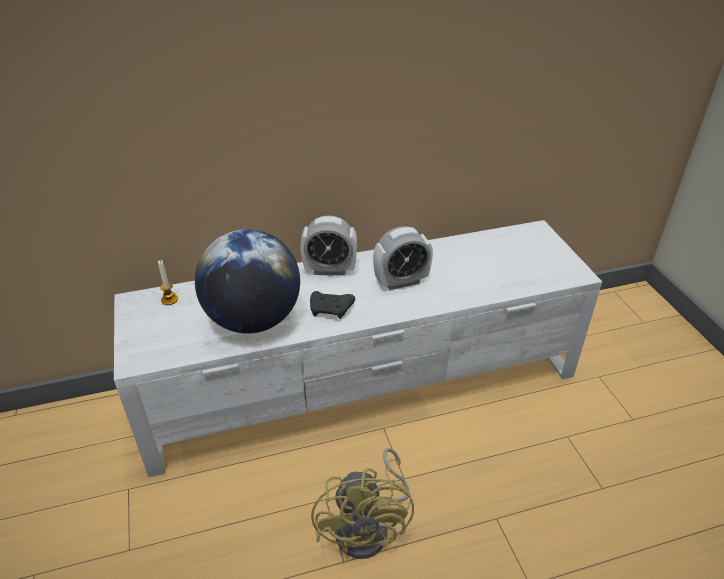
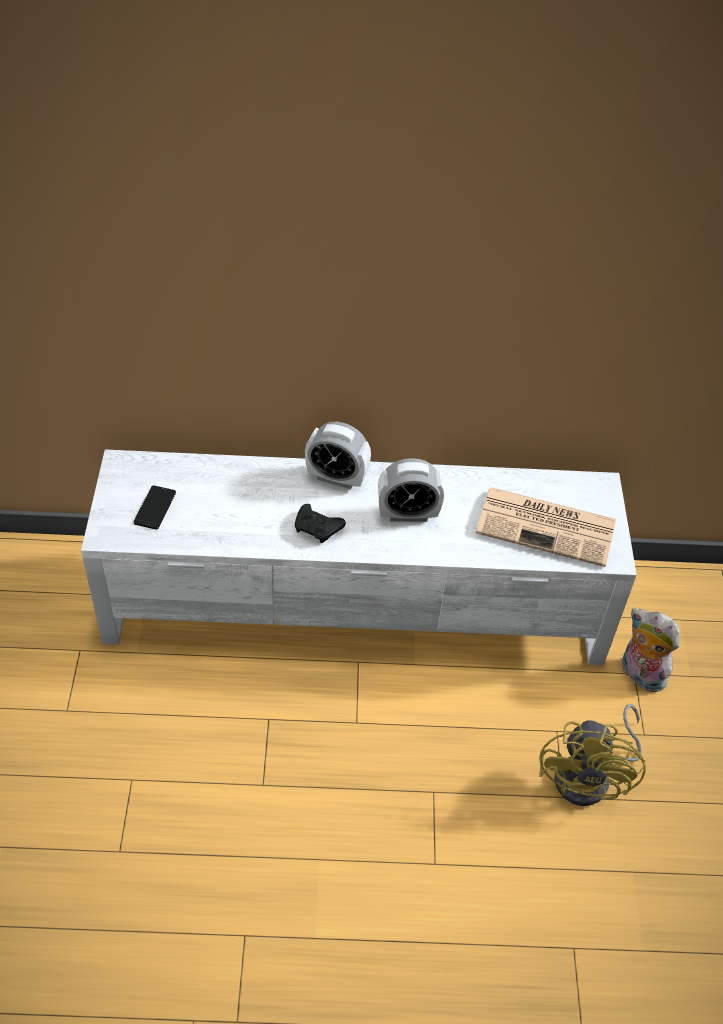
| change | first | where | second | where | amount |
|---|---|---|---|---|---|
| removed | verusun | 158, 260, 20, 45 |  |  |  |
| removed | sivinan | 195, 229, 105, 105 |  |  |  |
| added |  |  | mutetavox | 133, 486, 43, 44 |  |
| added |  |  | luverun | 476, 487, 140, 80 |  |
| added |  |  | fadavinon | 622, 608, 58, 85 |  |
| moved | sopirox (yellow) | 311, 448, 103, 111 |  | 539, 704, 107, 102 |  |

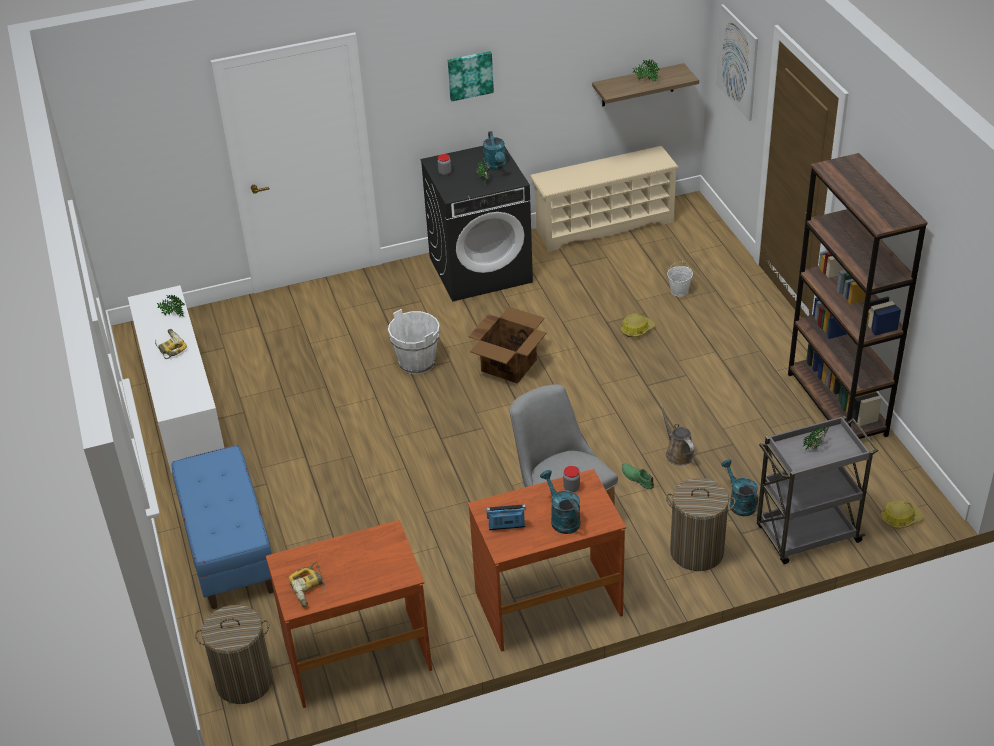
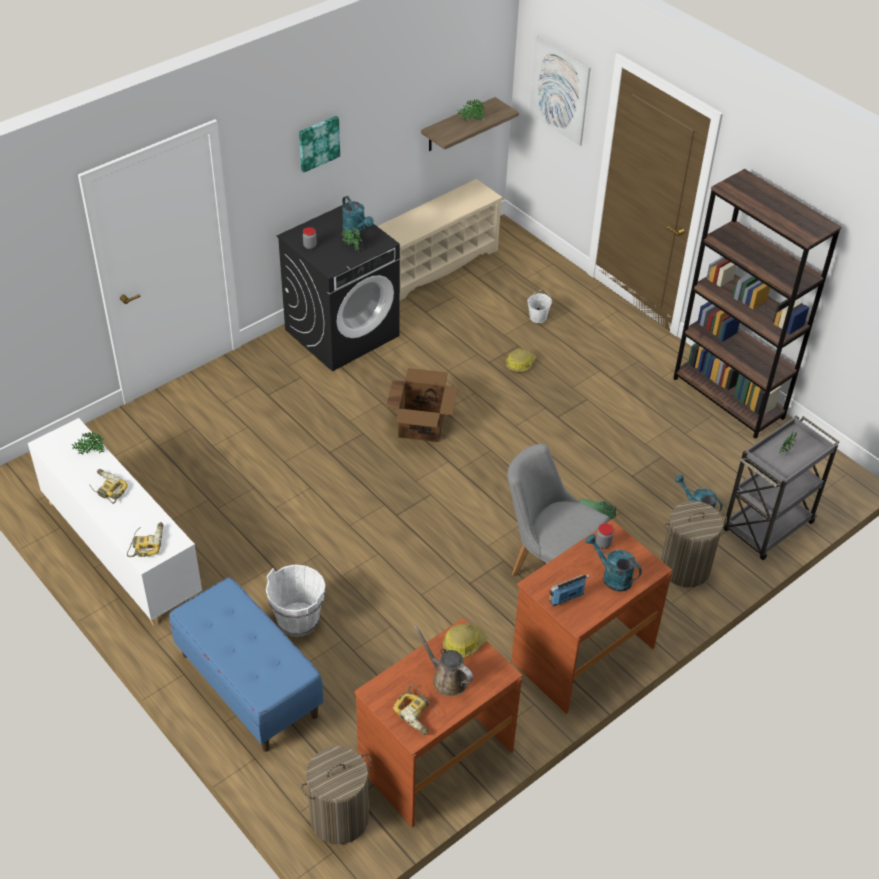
| change | first | where | second | where | amount |
|---|---|---|---|---|---|
| added |  |  | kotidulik | 127, 522, 37, 35 |  |
| moved | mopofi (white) | 388, 309, 52, 65 |  | 266, 565, 59, 71 |  |
| moved | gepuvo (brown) | 660, 404, 35, 61 |  | 414, 625, 60, 71 |  |
| moved | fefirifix | 881, 500, 42, 29 |  | 443, 624, 45, 34 |  |

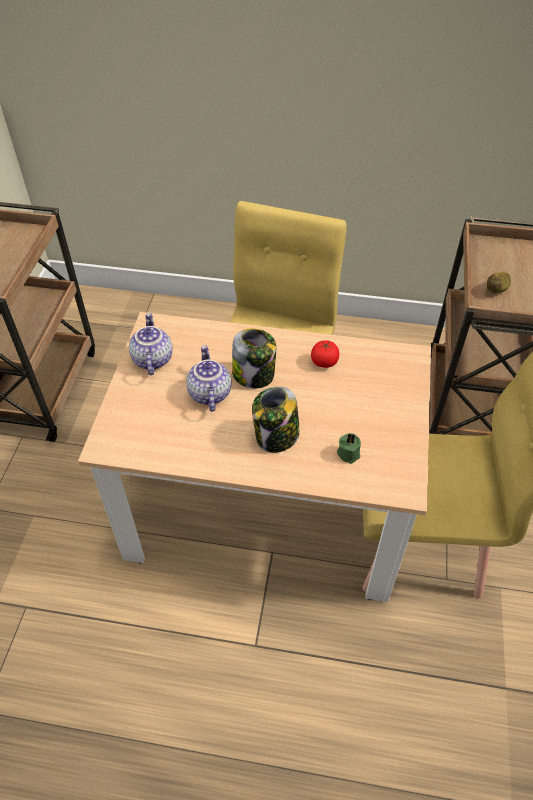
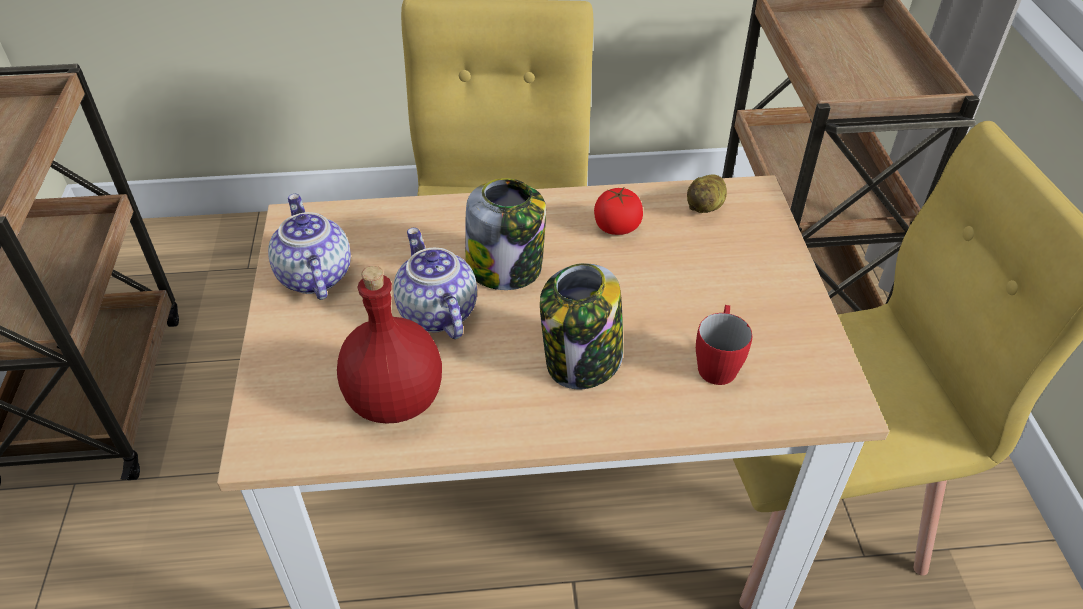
| change | first | where | second | where | amount |
|---|---|---|---|---|---|
| added |  |  | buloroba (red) | 337, 266, 105, 157 |  |
| moved | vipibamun | 487, 272, 24, 21 |  | 687, 174, 40, 39 |  |
| replaced | verusun (green) | 337, 433, 24, 31 | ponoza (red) | 696, 305, 56, 80 |  |

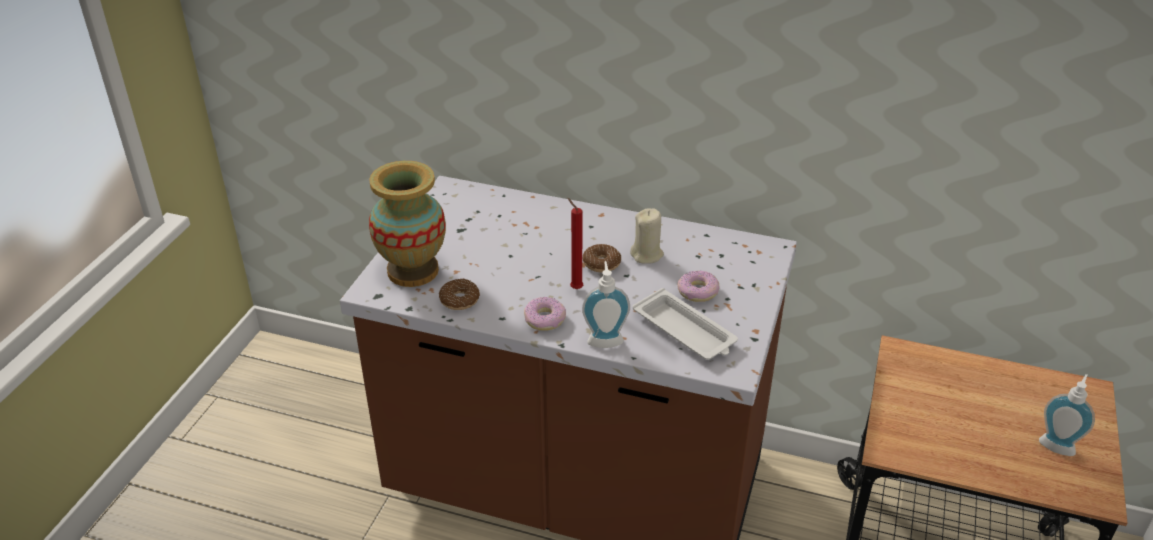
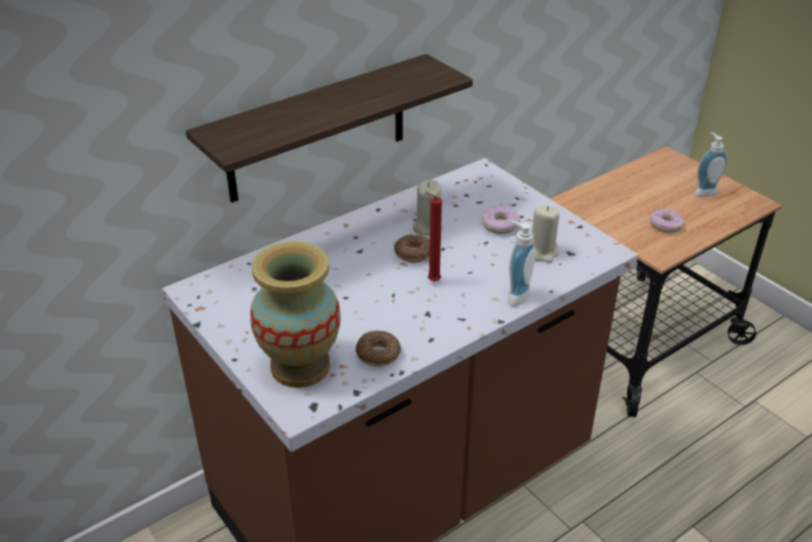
| change | first | where | second | where | amount |
|---|---|---|---|---|---|
| added |  |  | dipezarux | 186, 54, 287, 149 |  |
| moved | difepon | 524, 297, 42, 34 |  | 650, 209, 34, 24 |  |
| replaced | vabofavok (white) | 633, 288, 105, 72 | verusun (beige) | 532, 205, 28, 58 |  |

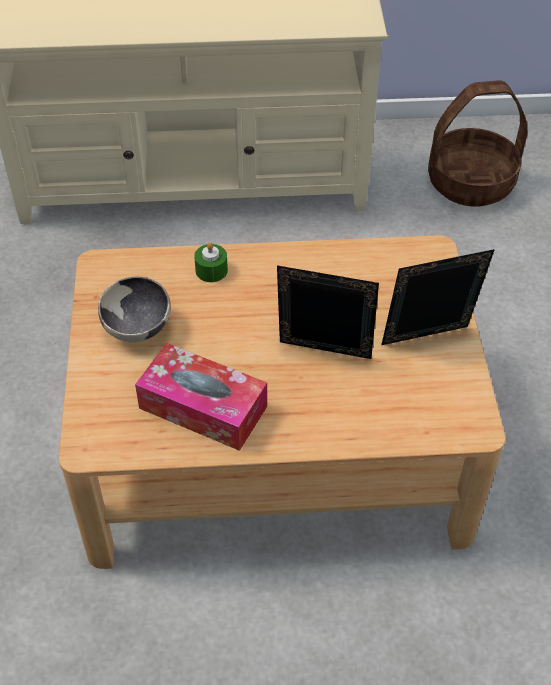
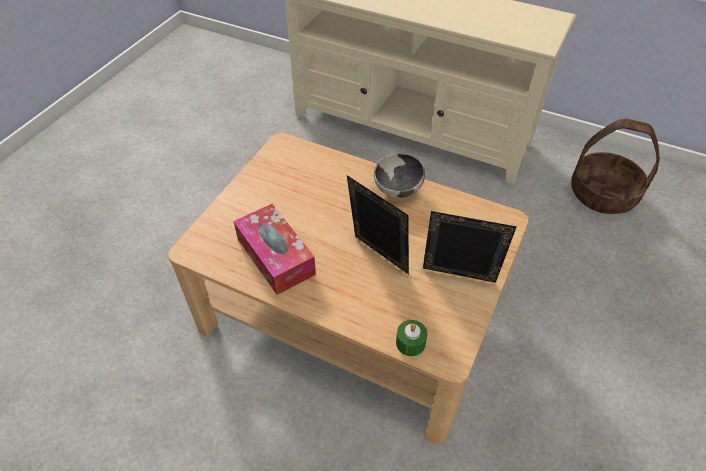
| change | first | where | second | where | amount |
|---|---|---|---|---|---|
| moved | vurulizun | 98, 277, 73, 65 |  | 374, 153, 51, 45 |  |
| moved | verusun (green) | 194, 242, 34, 40 |  | 396, 320, 31, 36 |  |

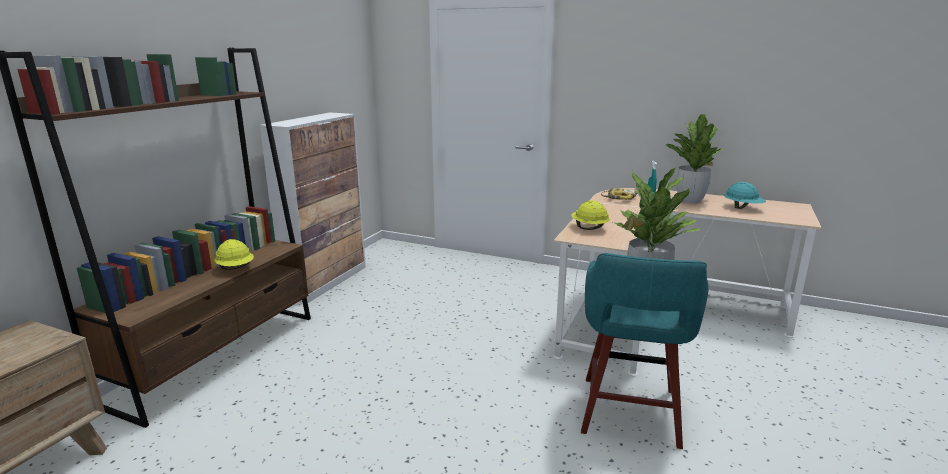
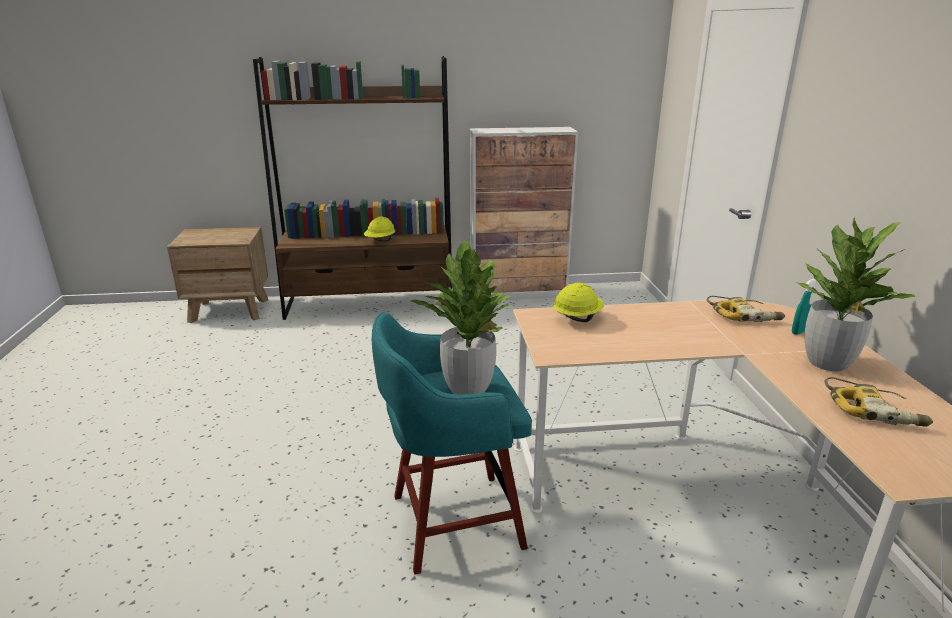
| change | first | where | second | where | amount |
|---|---|---|---|---|---|
| replaced | fefirifix (turquoise) | 724, 182, 42, 27 | kotidulik | 824, 377, 109, 50 |  |

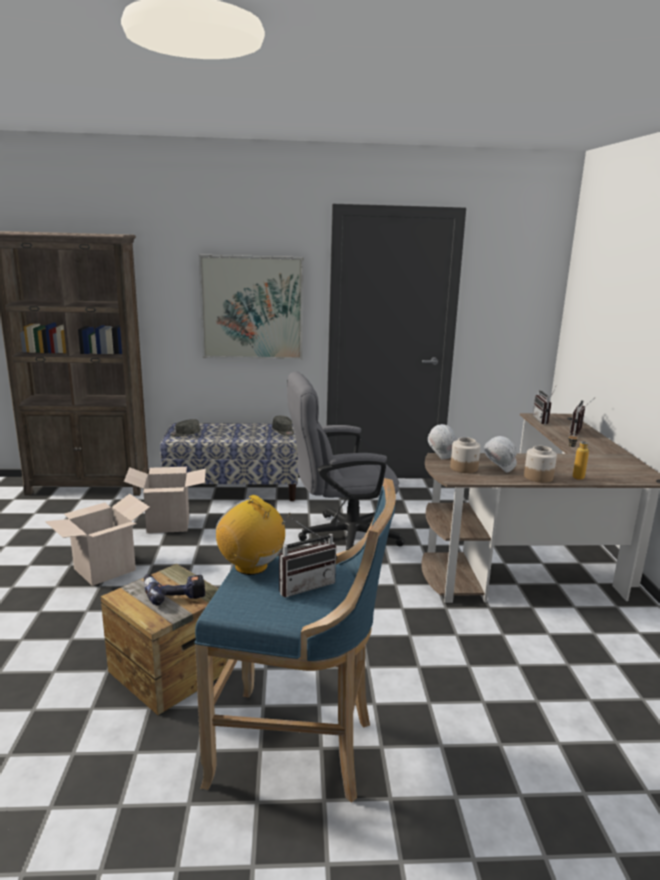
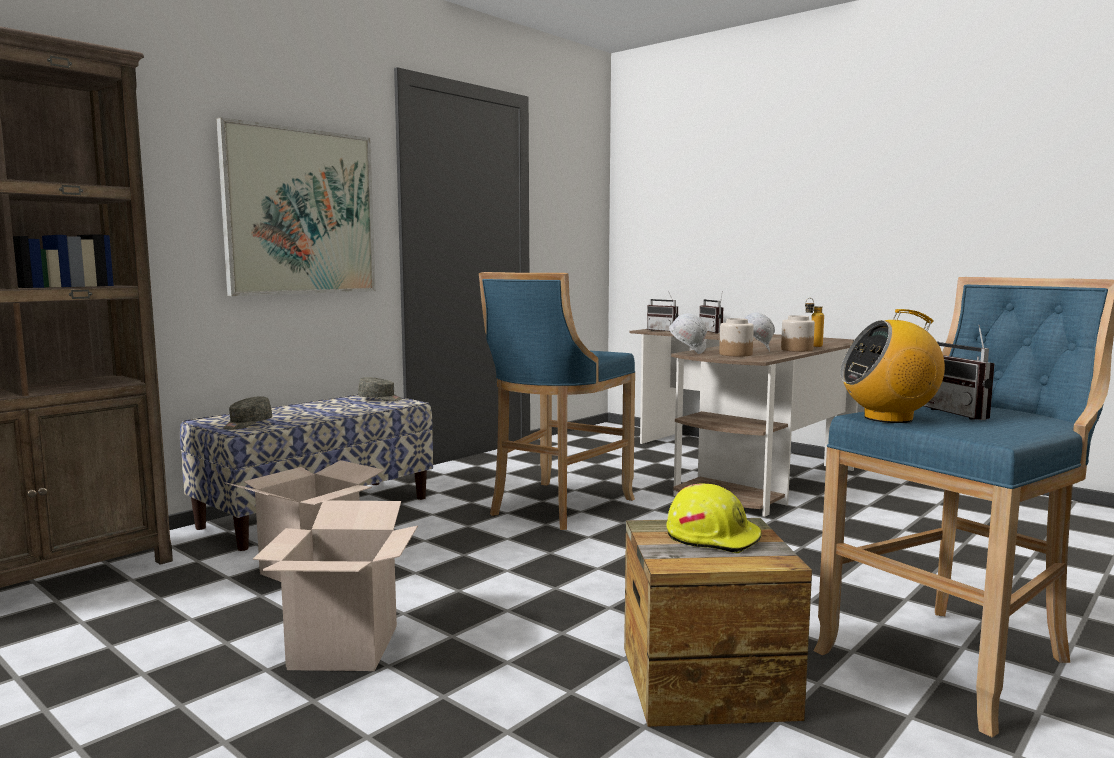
| change | first | where | second | where | amount |
|---|---|---|---|---|---|
| replaced | kotidulik | 144, 574, 61, 32 | fefirifix (yellow) | 666, 484, 96, 69 |  |
| replaced | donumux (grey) | 287, 372, 118, 178 | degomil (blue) | 479, 272, 156, 258 |  |
| turned | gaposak | 279, 519, 58, 78 |  | 924, 325, 71, 95 | 150 degrees clockwise |

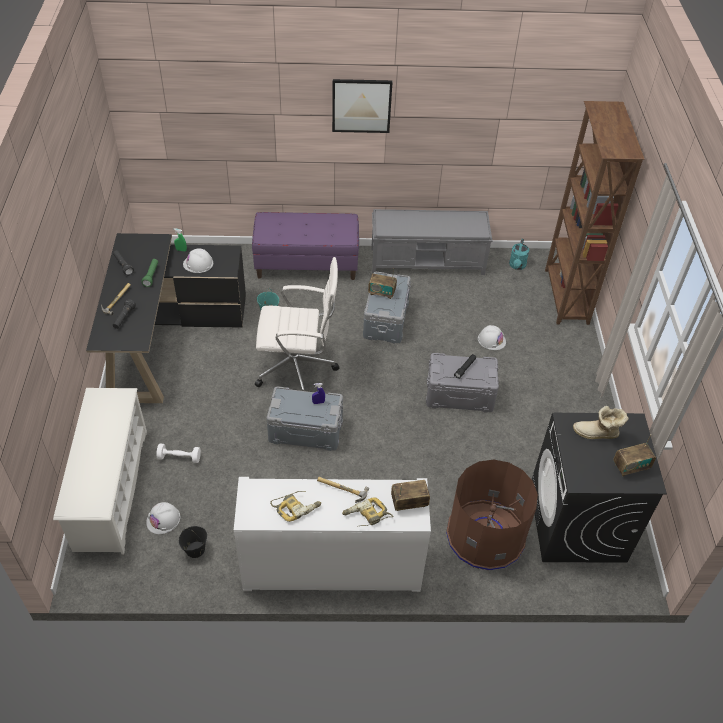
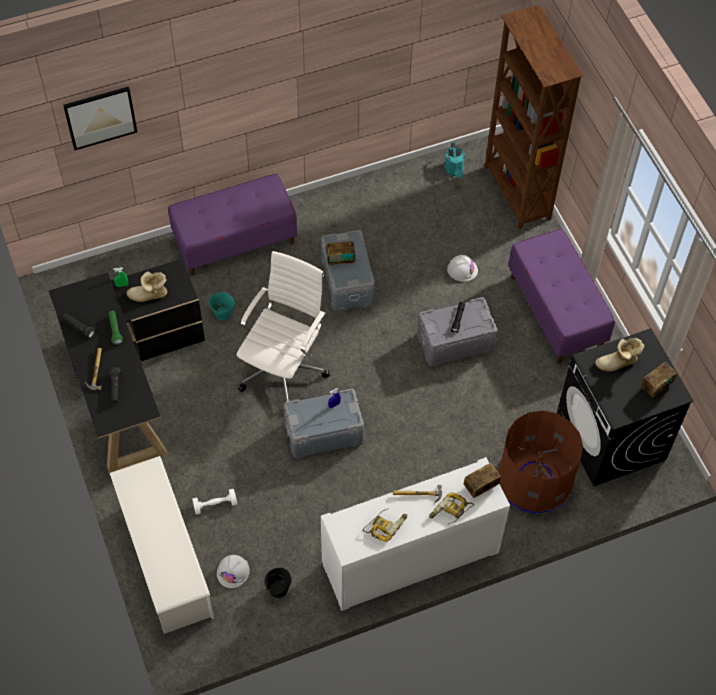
| change | first | where | second | where | amount |
|---|---|---|---|---|---|
| removed | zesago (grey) | 371, 209, 121, 66 |  |  |  |
| added |  |  | zesago (purple) | 508, 229, 107, 135 |  |
| moved | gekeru | 332, 79, 60, 54 |  | 63, 86, 74, 64 |  |
| replaced | fefirifix (white) | 183, 248, 30, 25 | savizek | 127, 272, 40, 30 |  |
| turned | donumux (white) | 255, 257, 85, 134 |  | 236, 251, 94, 151 | 45 degrees counterclockwise |

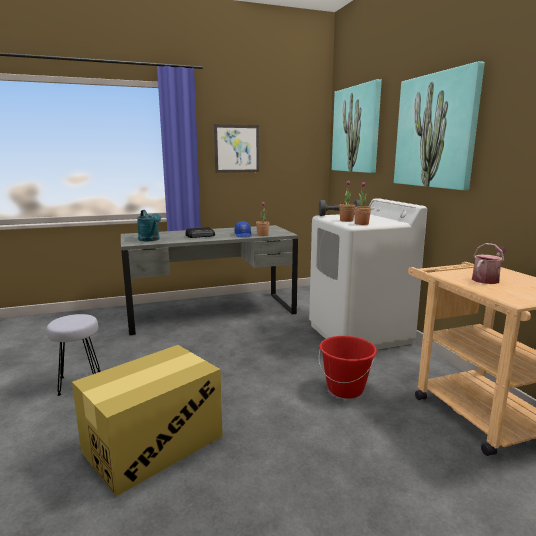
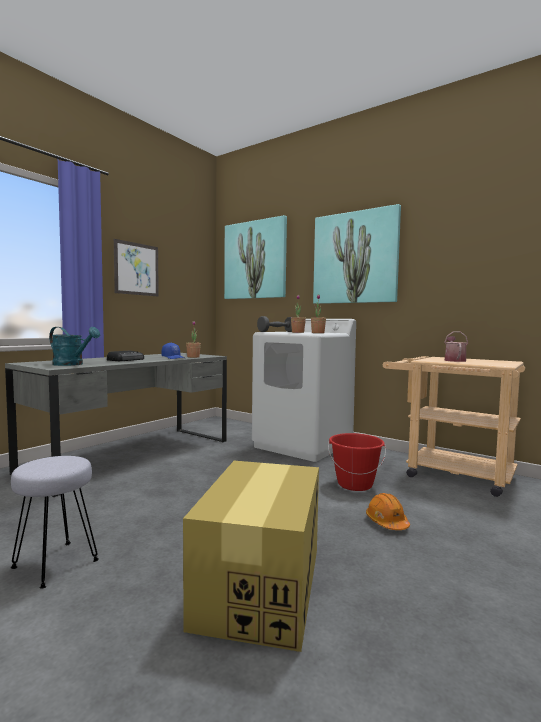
| change | first | where | second | where | amount |
|---|---|---|---|---|---|
| added |  |  | fefirifix (orange) | 366, 493, 44, 37 |  |

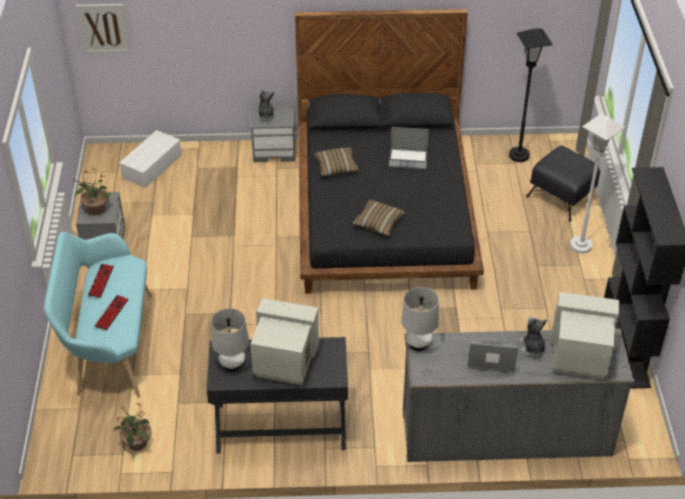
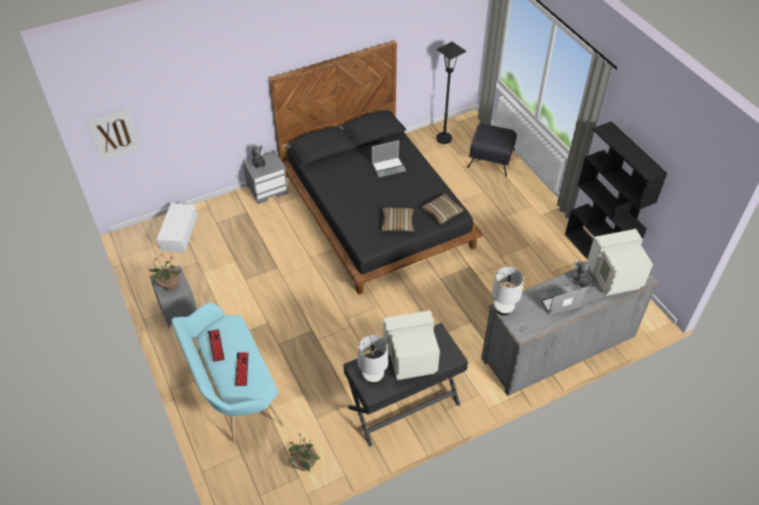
| change | first | where | second | where | amount |
|---|---|---|---|---|---|
| removed | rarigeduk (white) | 570, 114, 55, 140 |  |  |  |
| moved | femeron | 314, 147, 44, 29 |  | 421, 193, 43, 31 |  |

